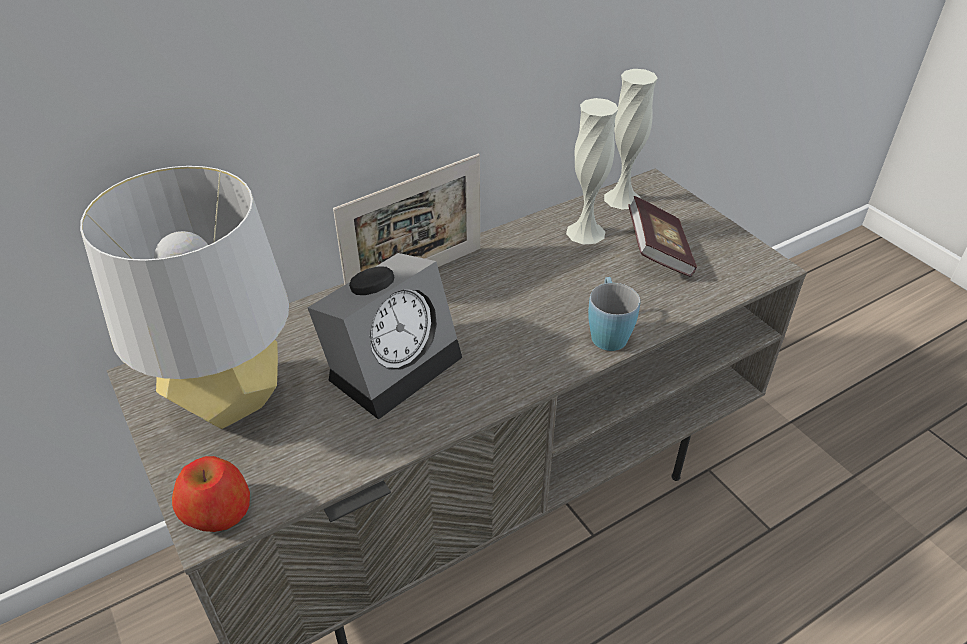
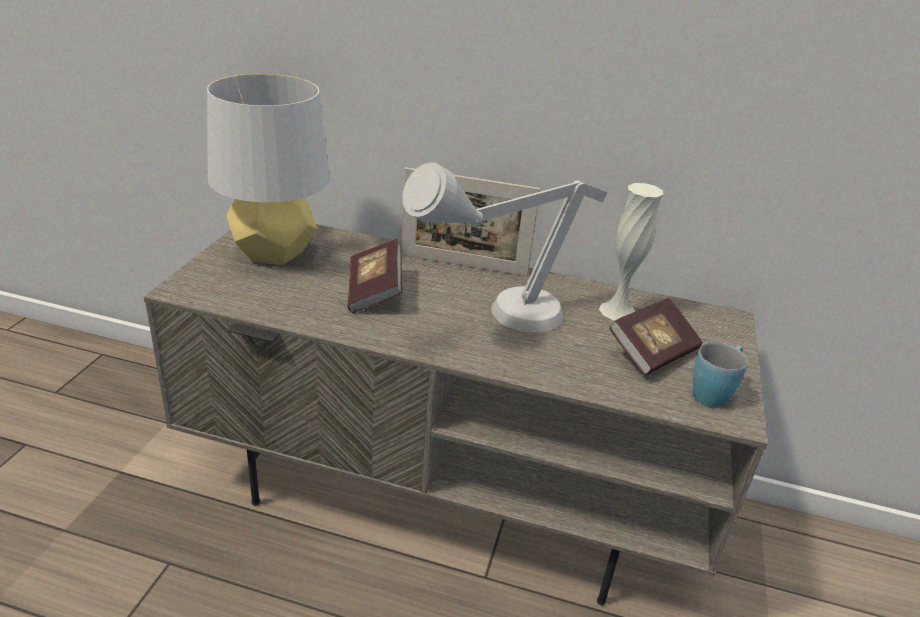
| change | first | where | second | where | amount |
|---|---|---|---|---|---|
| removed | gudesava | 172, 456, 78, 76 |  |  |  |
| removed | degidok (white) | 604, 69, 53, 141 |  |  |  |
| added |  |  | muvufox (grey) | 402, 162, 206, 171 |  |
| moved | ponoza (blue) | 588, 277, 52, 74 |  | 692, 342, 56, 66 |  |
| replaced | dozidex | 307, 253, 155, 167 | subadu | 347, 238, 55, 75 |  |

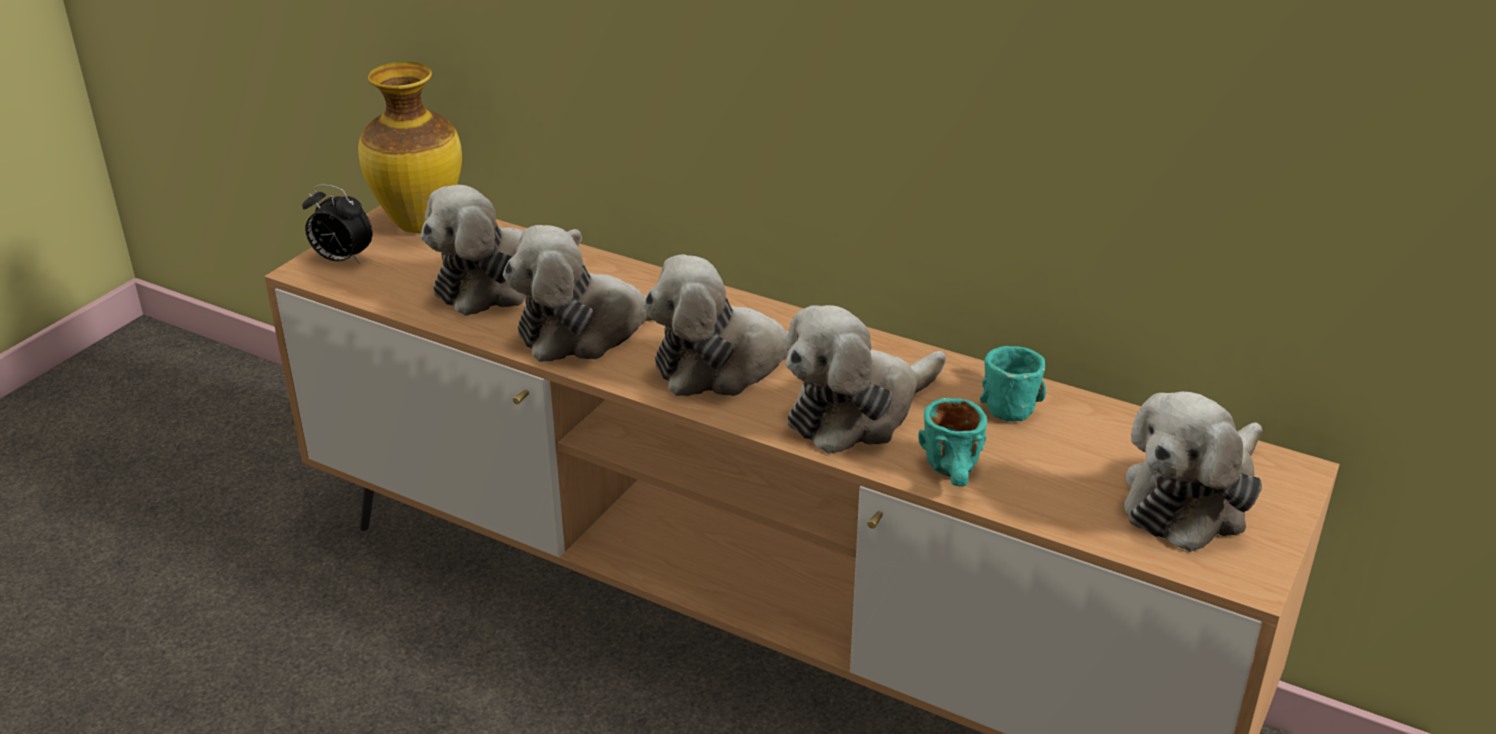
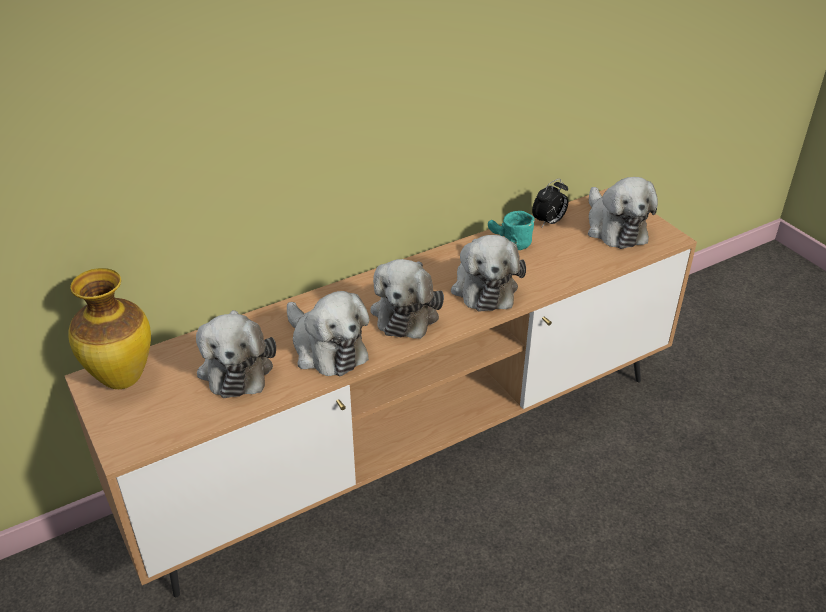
| change | first | where | second | where | amount |
|---|---|---|---|---|---|
| removed | ponoza (turquoise) | 918, 398, 69, 89 |  |  |  |
| moved | dozidex | 302, 184, 71, 81 |  | 532, 178, 36, 49 |  |
| turned | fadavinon | 503, 225, 149, 137 |  | 287, 291, 82, 85 | 45 degrees counterclockwise |

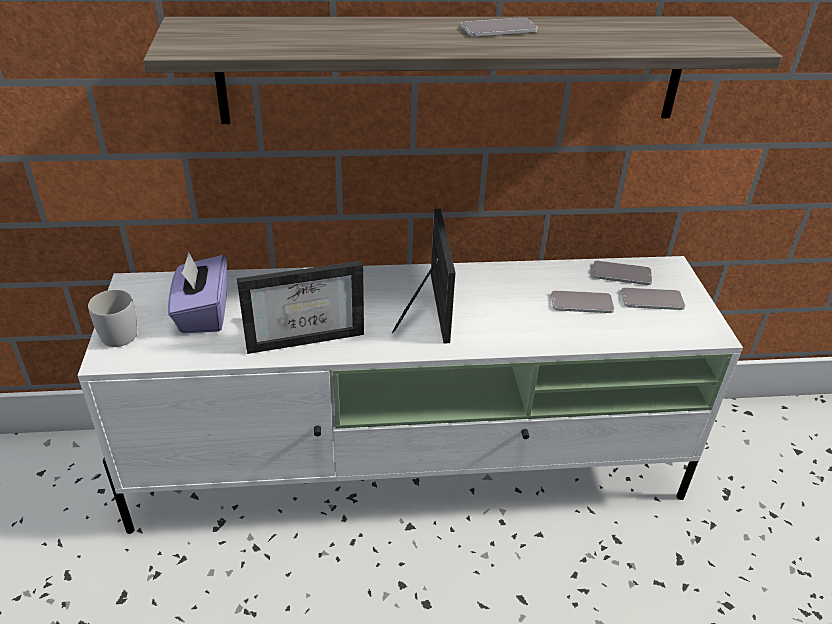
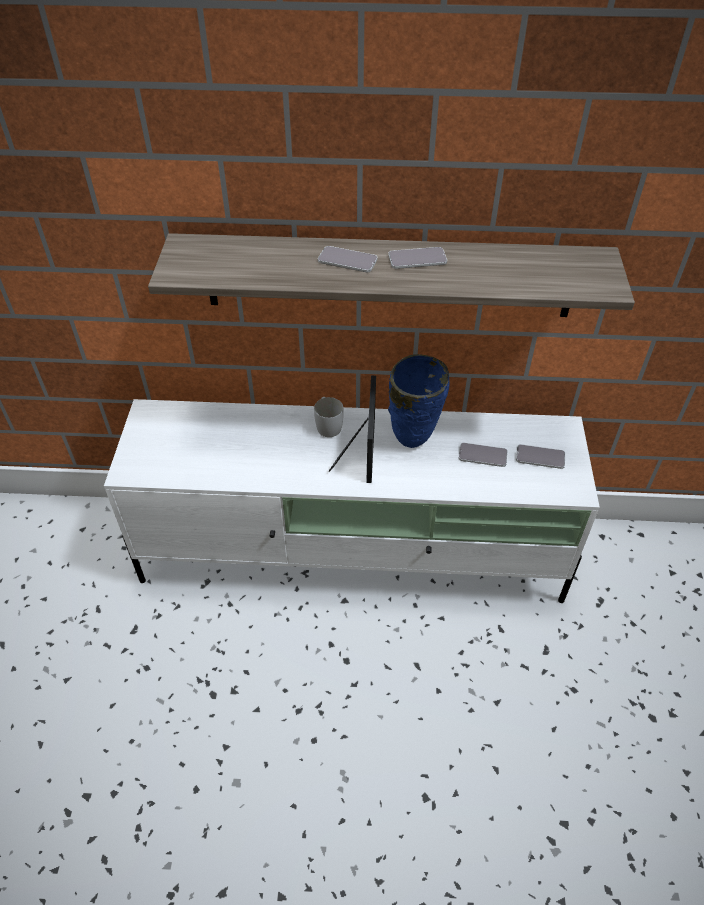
| change | first | where | second | where | amount |
|---|---|---|---|---|---|
| removed | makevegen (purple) | 168, 252, 60, 81 |  |  |  |
| removed | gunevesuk | 237, 261, 127, 93 |  |  |  |
| added |  |  | degidok (blue) | 388, 354, 62, 94 |  |
| moved | ponoza (white) | 88, 290, 49, 57 |  | 314, 397, 30, 40 |  |
| moved | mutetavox | 593, 261, 59, 24 |  | 318, 246, 59, 26 |  |

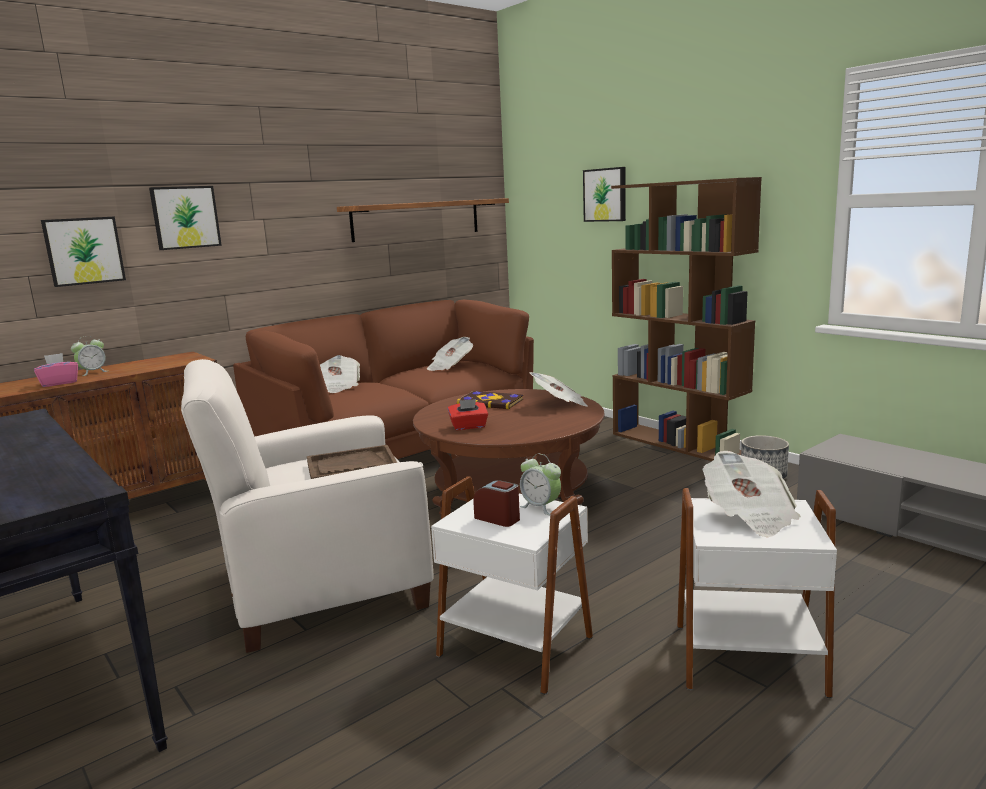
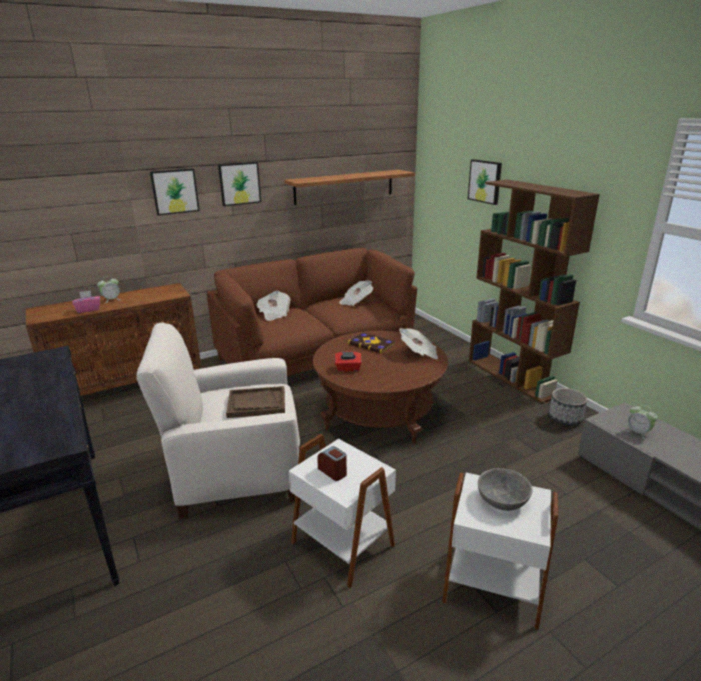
| change | first | where | second | where | amount |
|---|---|---|---|---|---|
| moved | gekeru | 41, 217, 85, 70 |  | 218, 162, 43, 44 |  |
| moved | dozidex | 520, 454, 41, 61 |  | 625, 405, 33, 35 |  |
| replaced | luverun | 702, 451, 99, 87 | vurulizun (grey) | 478, 468, 55, 43 |  |

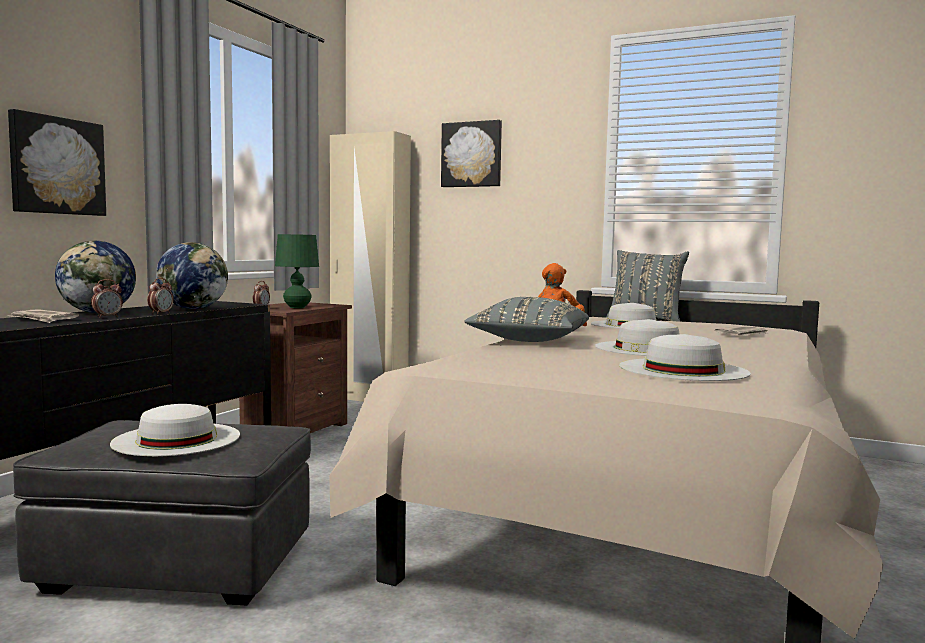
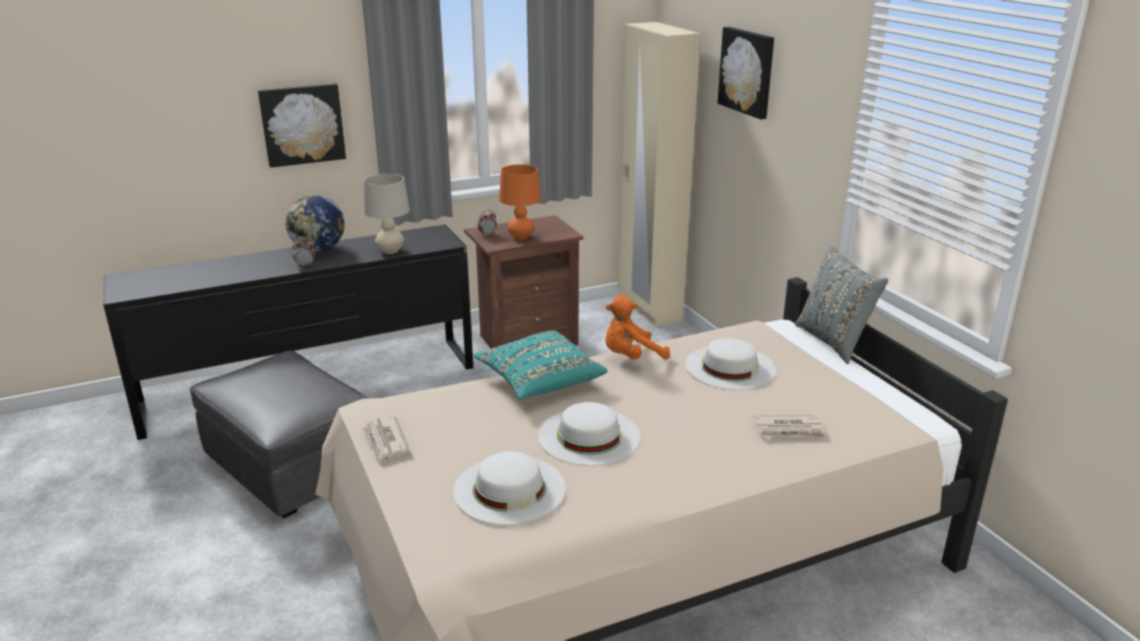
| change | first | where | second | where | amount |
|---|---|---|---|---|---|
| removed | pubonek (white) | 110, 404, 130, 52 |  |  |  |
| removed | dozidex | 147, 278, 27, 36 |  |  |  |
| moved | luverun | 9, 309, 70, 14 |  | 362, 416, 48, 47 |  |
| replaced | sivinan | 156, 242, 72, 67 | muvufox (beige) | 364, 174, 46, 80 |  |
| recoloured | muvufox (green) | 275, 234, 44, 74 | muvufox (orange) | 499, 164, 42, 76 |  |
| recoloured | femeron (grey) | 464, 297, 125, 45 | femeron (turquoise) | 473, 330, 135, 69 |  |

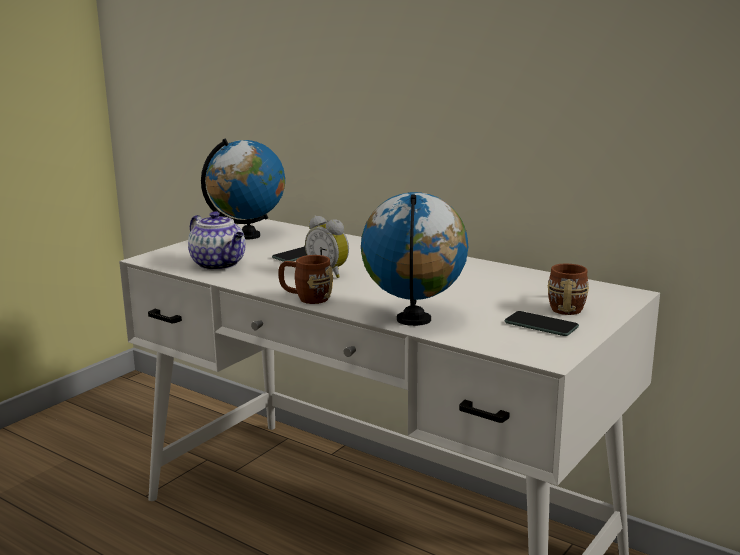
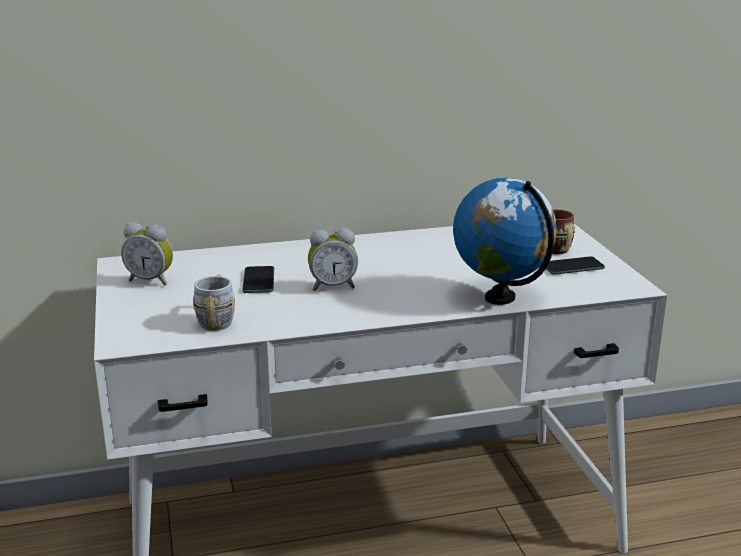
| change | first | where | second | where | amount |
|---|---|---|---|---|---|
| removed | ponoza (brown) | 278, 255, 55, 49 |  |  |  |
| replaced | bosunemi | 188, 211, 58, 59 | ponoza (grey) | 193, 274, 42, 57 |  |
| replaced | sivinan | 201, 138, 84, 101 | dozidex | 121, 222, 52, 64 |  |

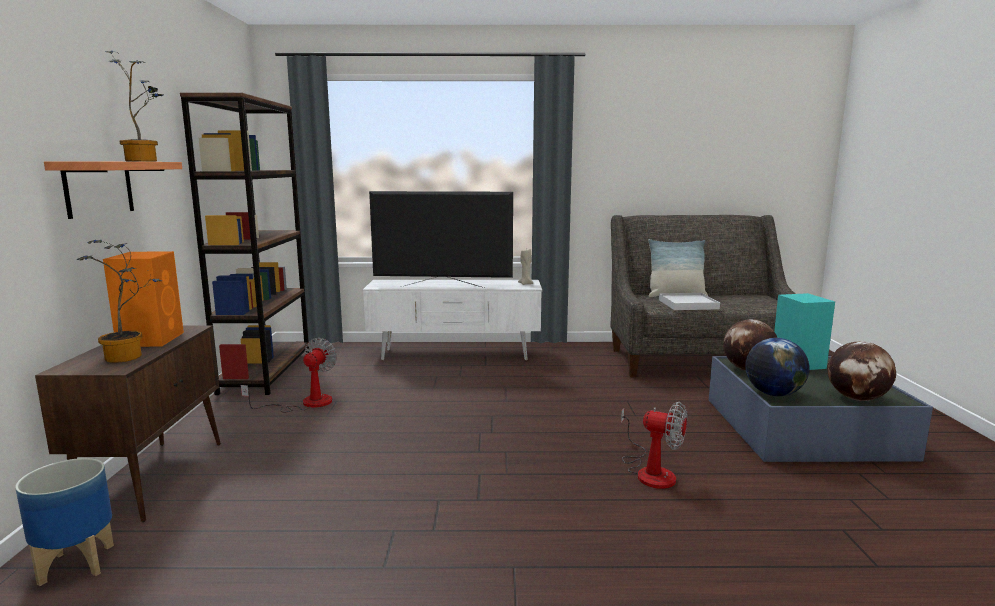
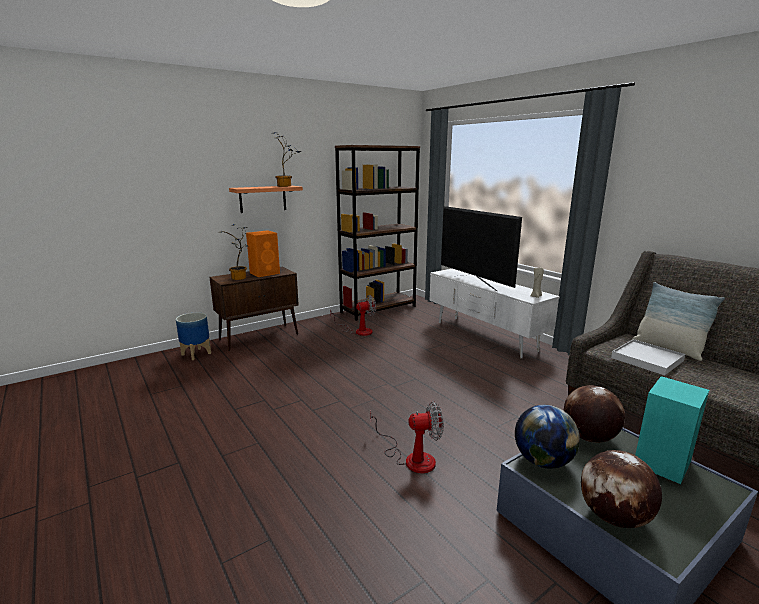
| change | first | where | second | where | amount |
|---|---|---|---|---|---|
| turned | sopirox | 621, 402, 66, 87 |  | 370, 401, 74, 73 | 90 degrees counterclockwise |

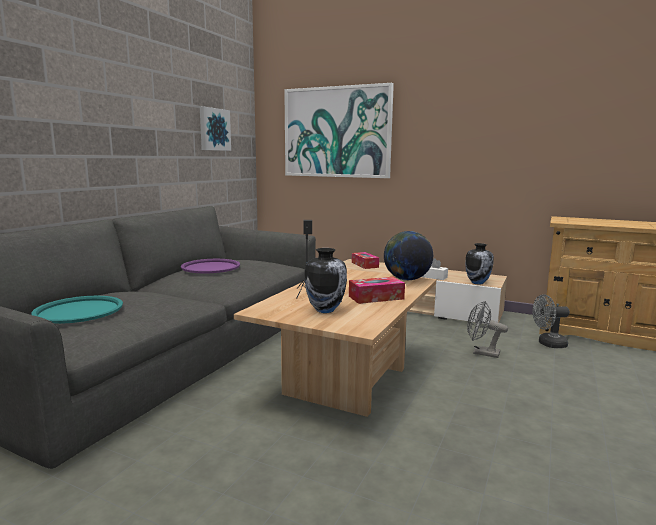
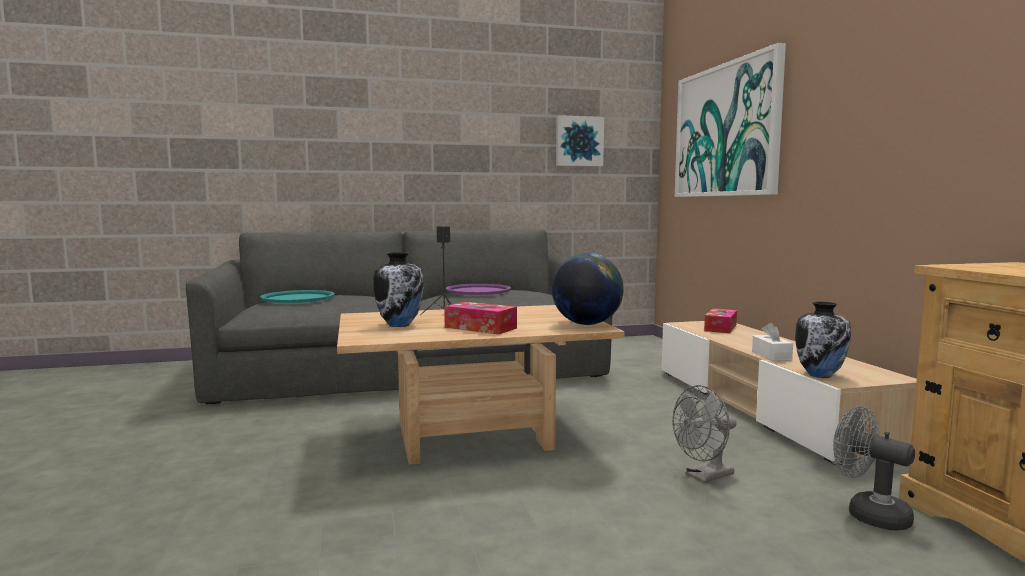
| change | first | where | second | where | amount |
|---|---|---|---|---|---|
| turned | sopirox (grey) | 467, 301, 41, 57 |  | 672, 385, 64, 98 | 105 degrees counterclockwise |

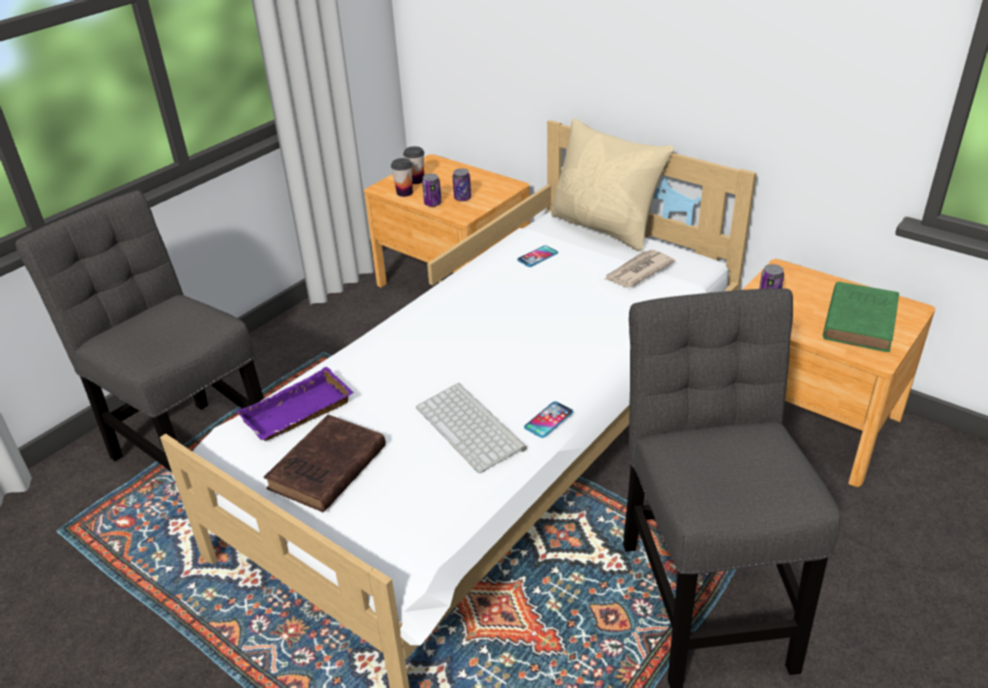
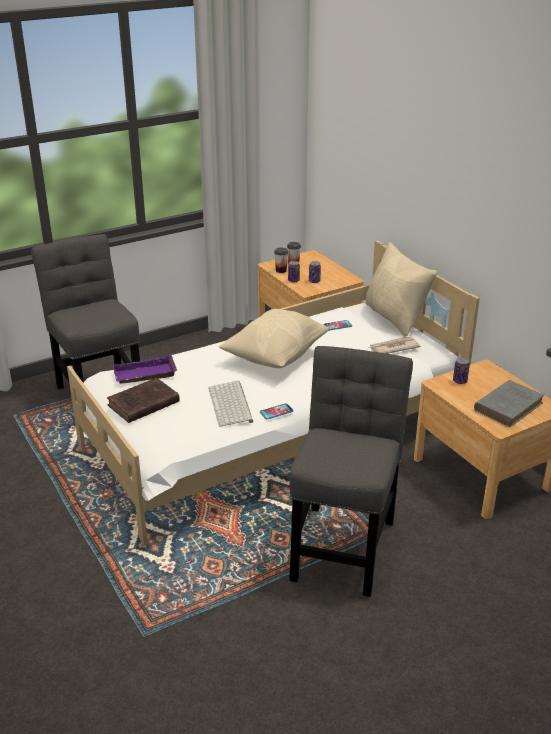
| change | first | where | second | where | amount |
|---|---|---|---|---|---|
| added |  |  | femeron (beige) | 219, 309, 110, 59 |  |
| recoloured | subadu (green) | 823, 281, 76, 71 | subadu (grey) | 474, 380, 70, 47 |  |

